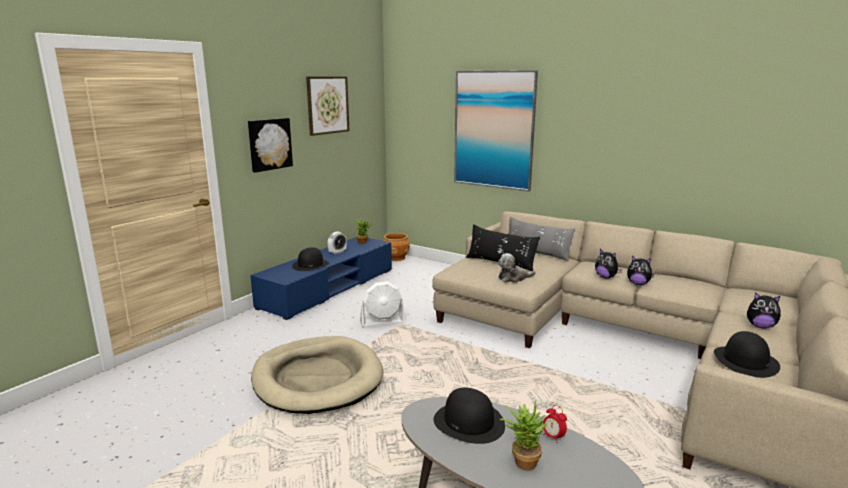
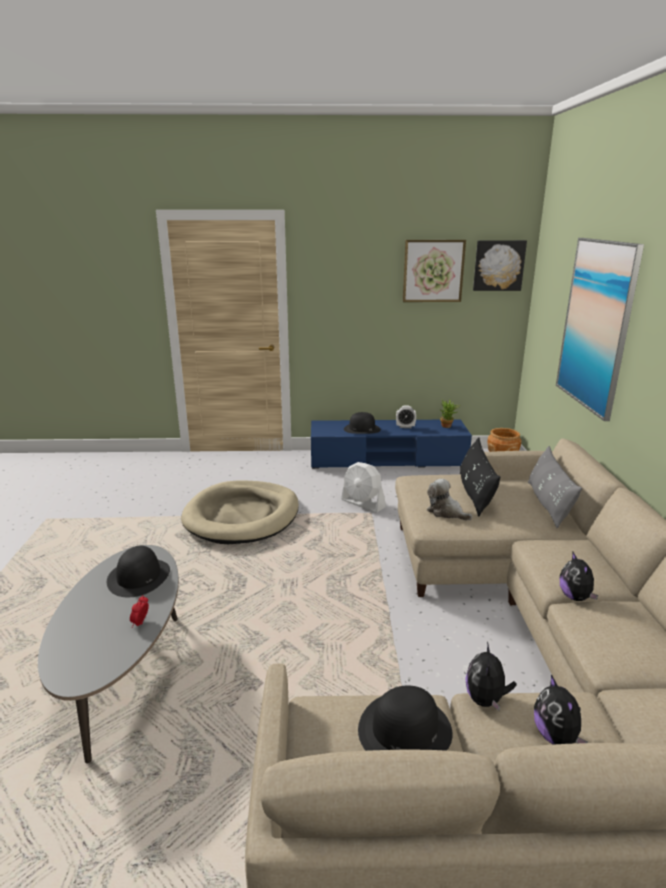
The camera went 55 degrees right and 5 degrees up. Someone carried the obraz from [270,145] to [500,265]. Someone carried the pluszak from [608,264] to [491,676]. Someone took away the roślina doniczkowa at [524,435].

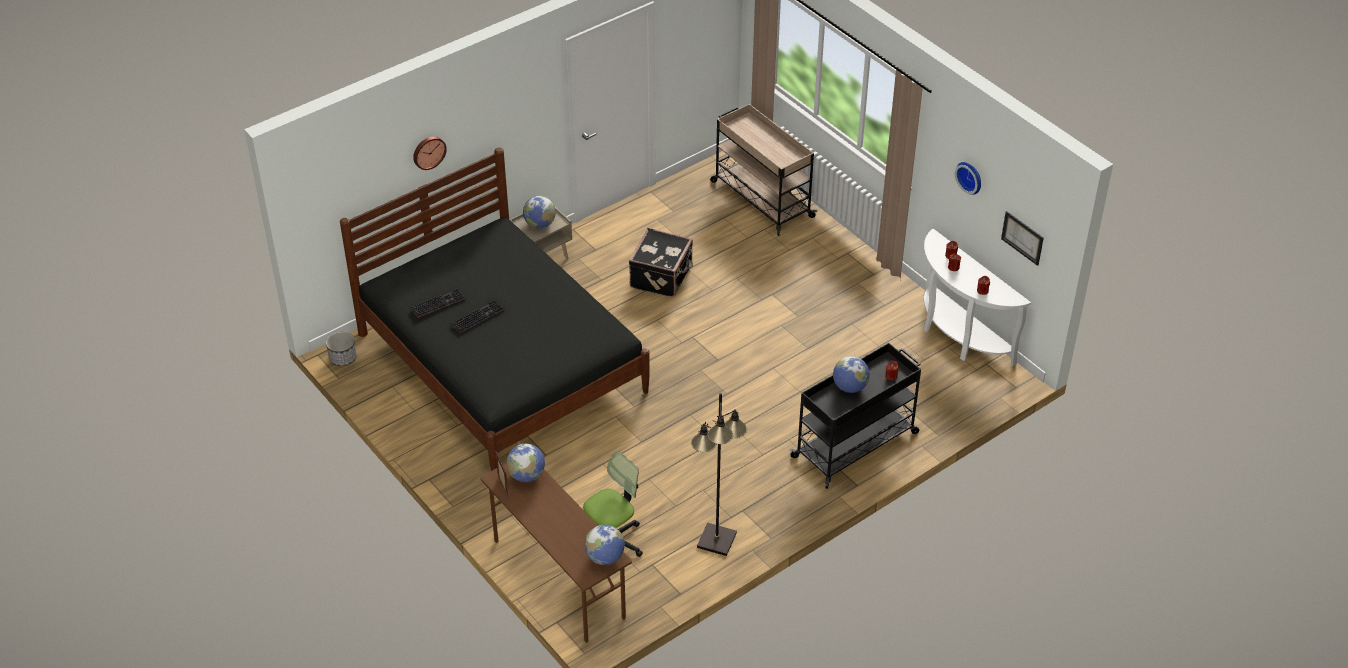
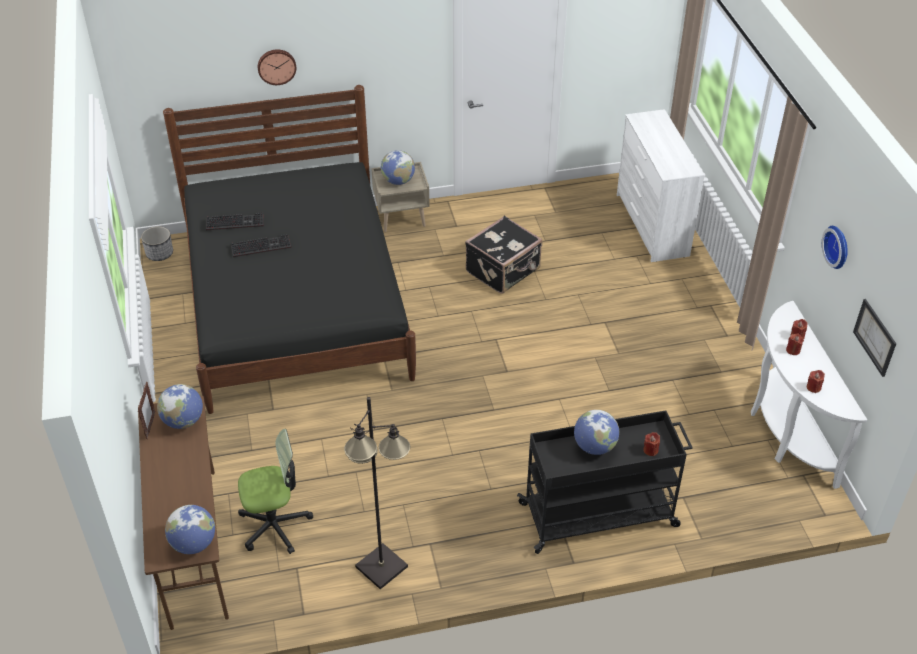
The camera went 25 degrees right and 0 degrees up. Someone swapped the wózek [beżowy] at [763,170] for the komoda [biały] at [661,185].

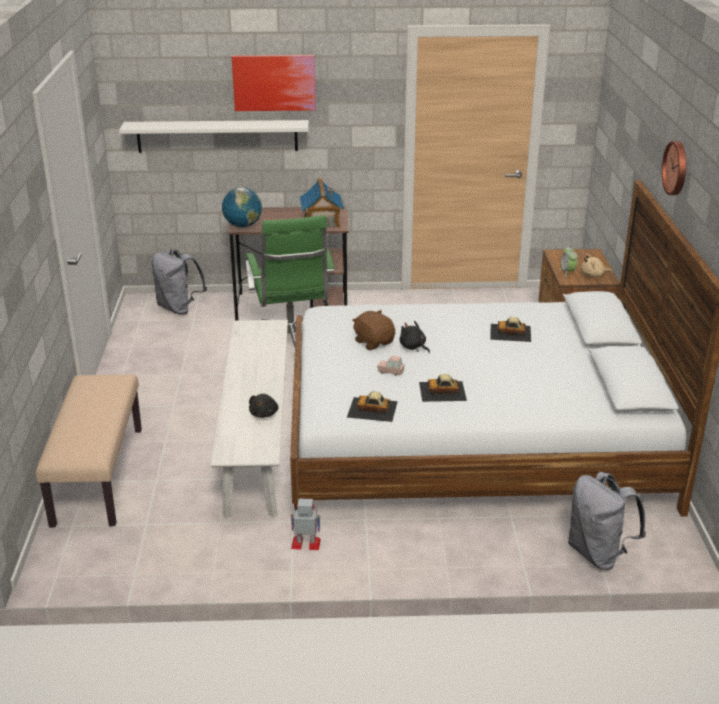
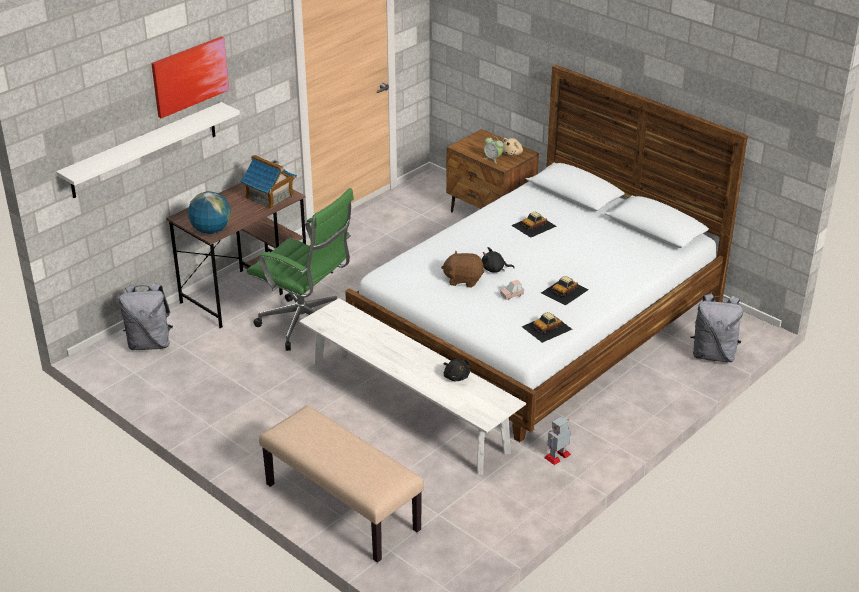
The camera went 45 degrees left and 5 degrees up. Someone took away the zegar ścienny at [674,168].

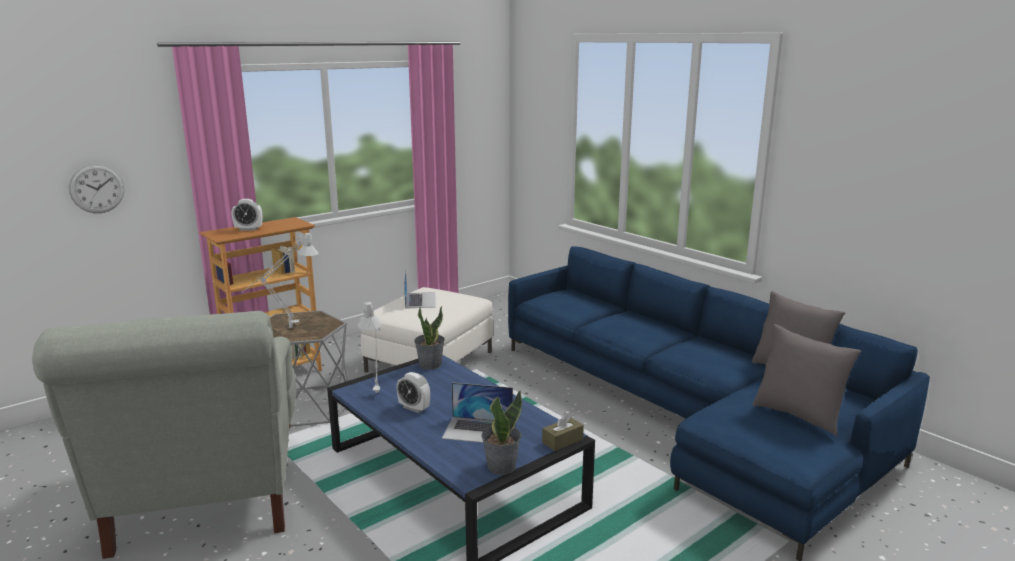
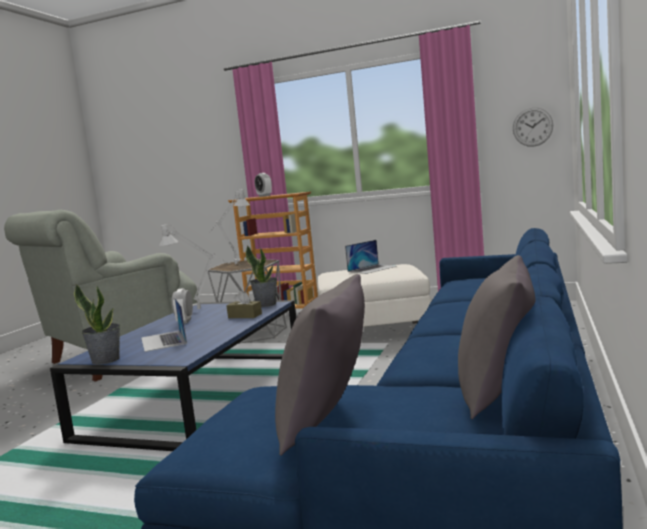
The camera went 60 degrees right and 10 degrees down. Someone carried the zegar ścienny from [96,188] to [533,127]. Someone carried the pudełko chusteczek [brązowy] from [563,432] to [244,304].

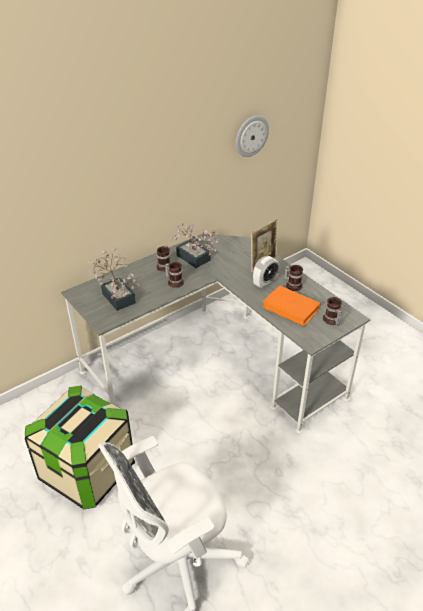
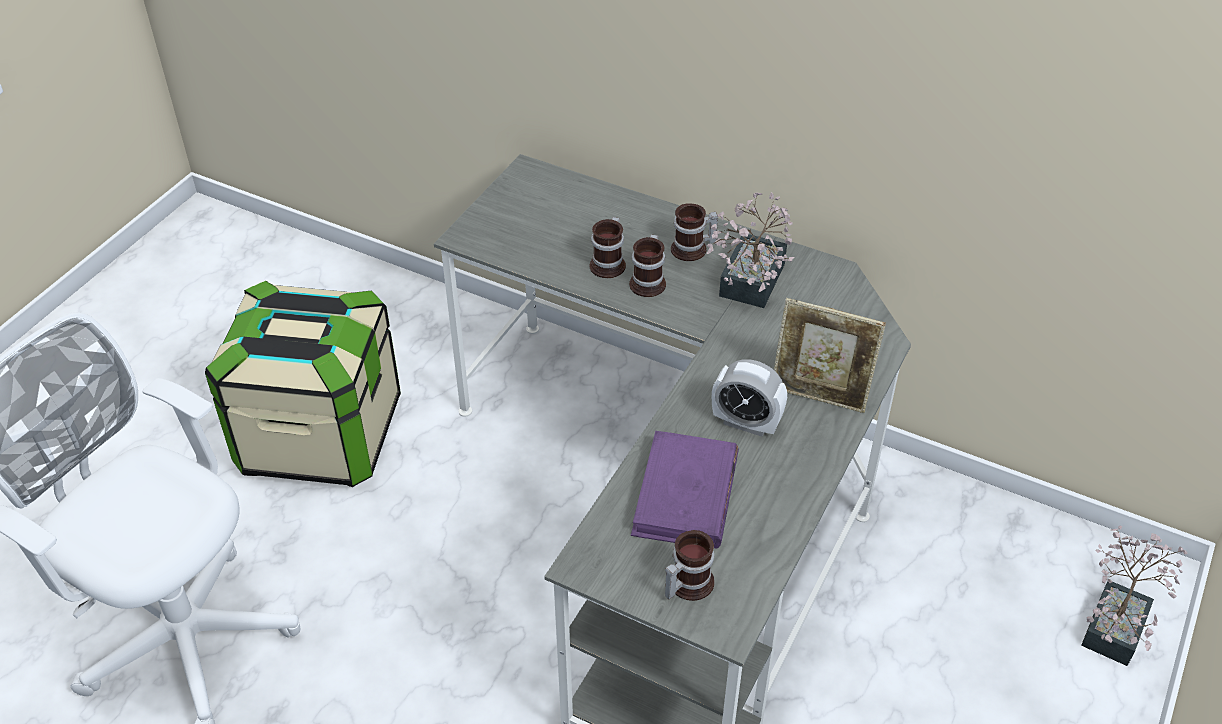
The camera went 65 degrees right and 5 degrees up. Someone took away the zegar ścienny at [252,136]. Someone carried the roślina doniczkowa from [114,279] to [1134,595]. Someone carried the kubek from [293,278] to [608,247]. Someone repainted the książka [pomarańczowy] at [291,306], which became the książka [fioletowy] at [685,489].

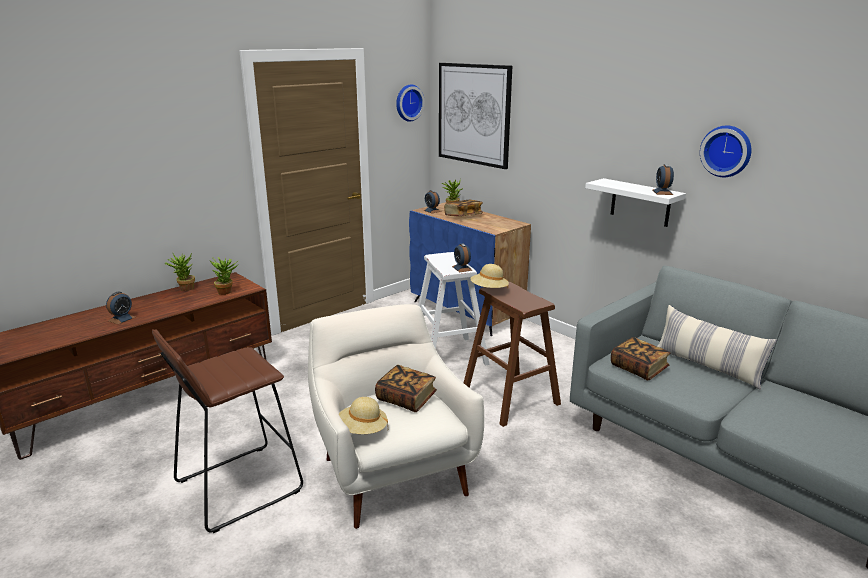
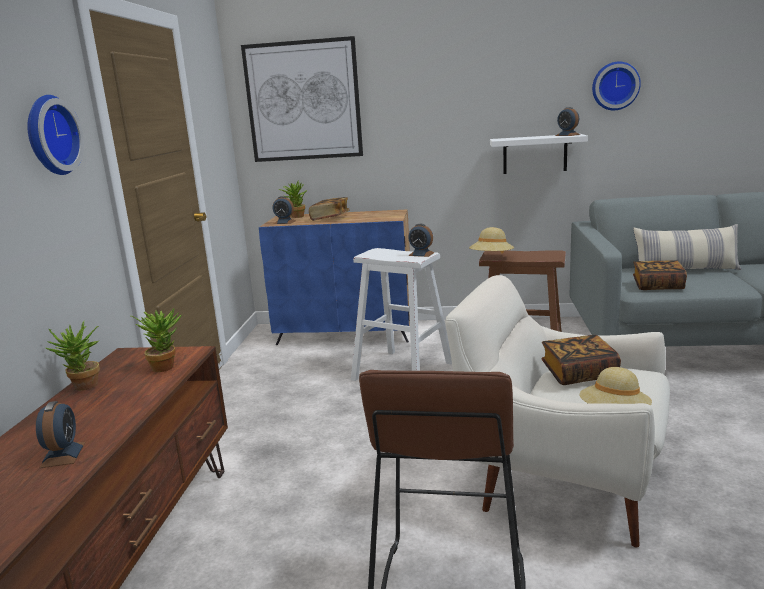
The camera went 40 degrees left and 5 degrees down. Someone carried the zegar ścienny from [410,103] to [55,135].

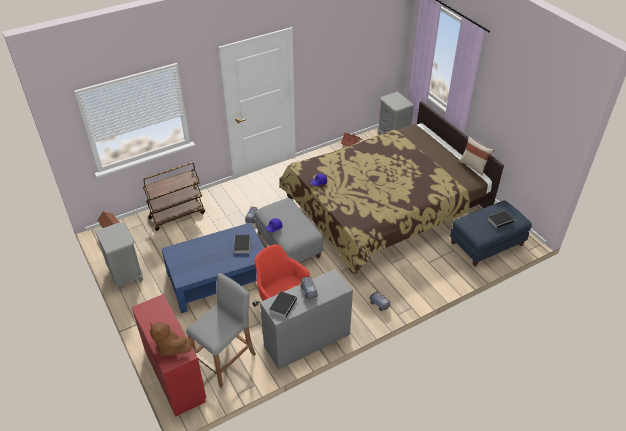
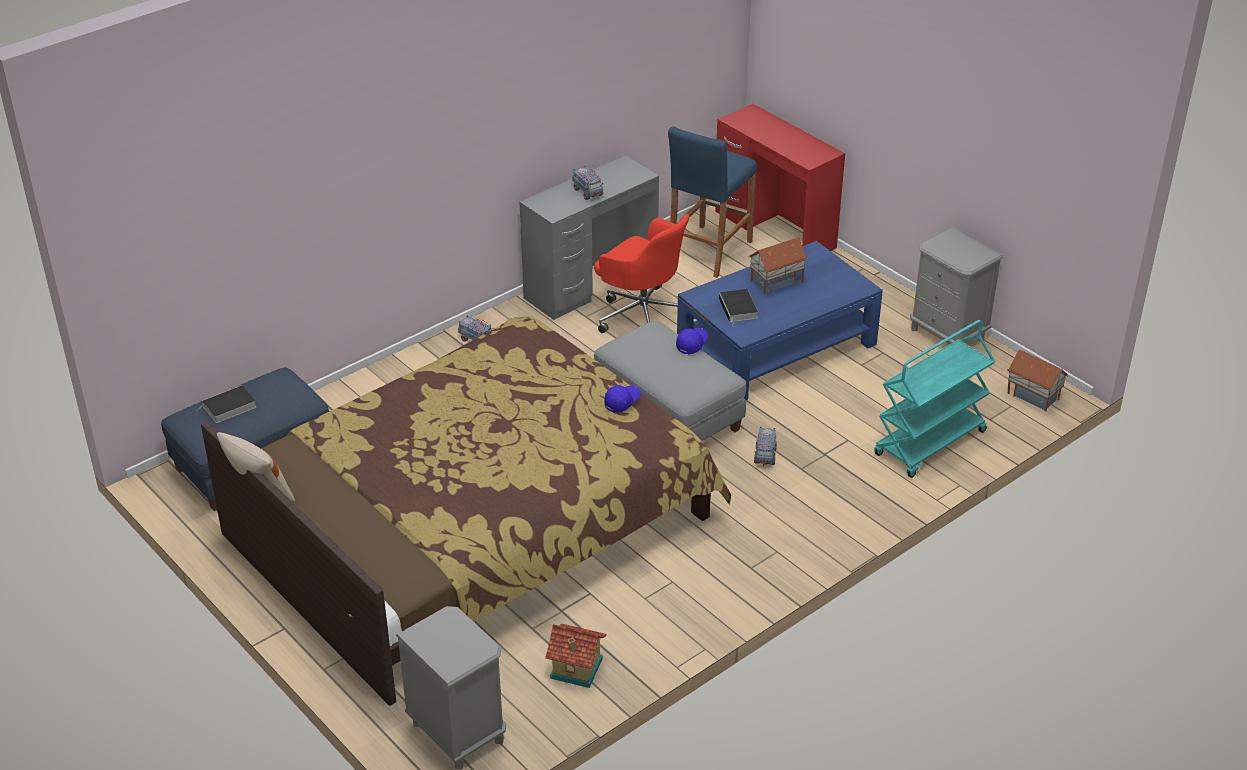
The camera went 170 degrees right and 5 degrees down. Someone repainted the wózek [brązowy] at [174,196], which became the wózek [turkusowy] at [934,399]. Someone repainted the stołek [szary] at [221,330], which became the stołek [niebieski] at [712,202]. Someone took away the książka at [283,304]. Someone took away the pluszak [brązowy] at [171,339]. Someone put down the domek at [778,265].

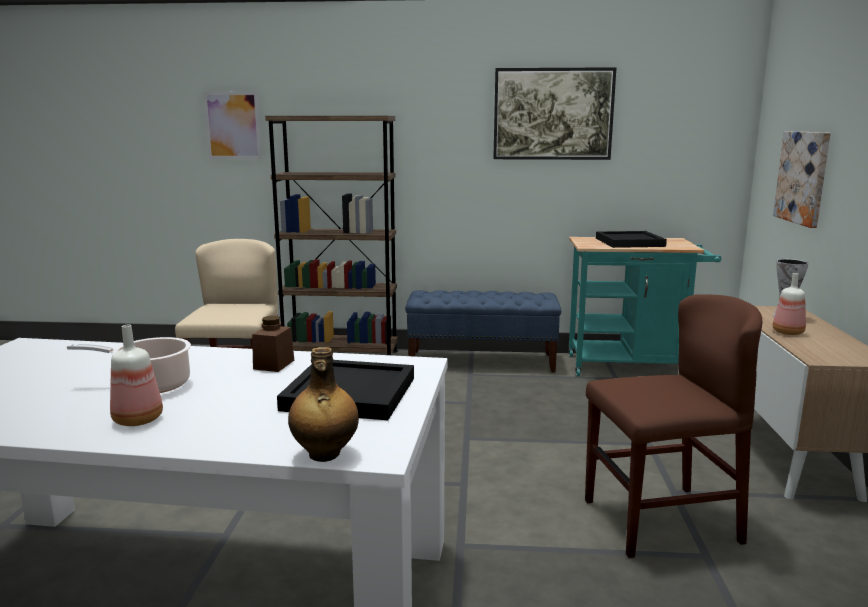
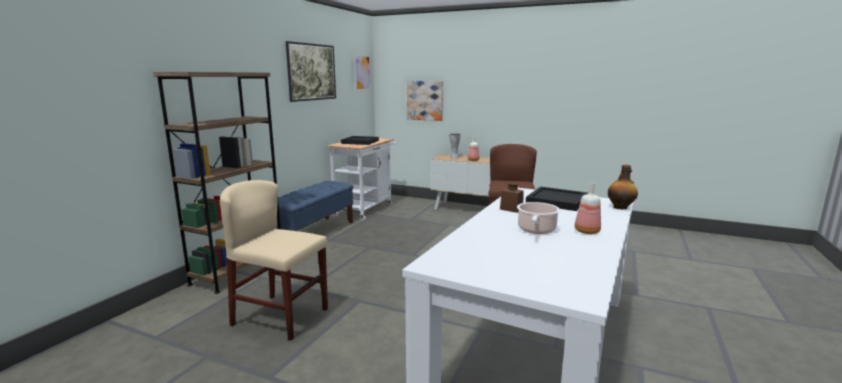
The camera went 70 degrees left and 0 degrees up. Someone carried the obraz from [232,125] to [362,72]. Someone repainted the wózek [turkusowy] at [645,306], which became the wózek [biały] at [361,179].

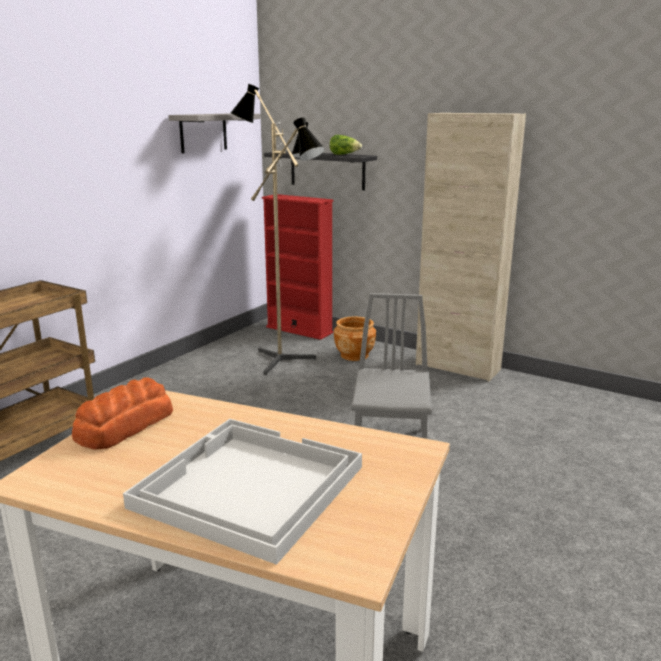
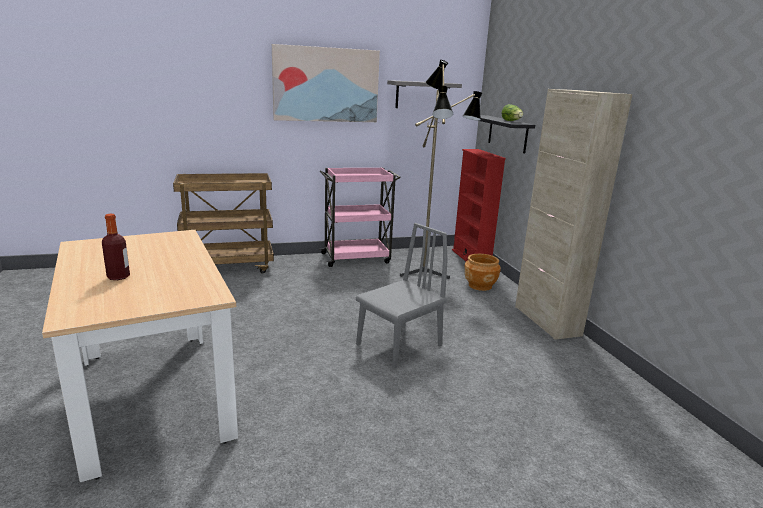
The camera went 40 degrees right and 0 degrees up. Someone took away the chleb at [122,413]. Someone swapped the taca [biały] at [242,492] for the butelka at [116,247]. Someone put up the obraz at [326,83]. Someone put down the wózek [różowy] at [360,217].

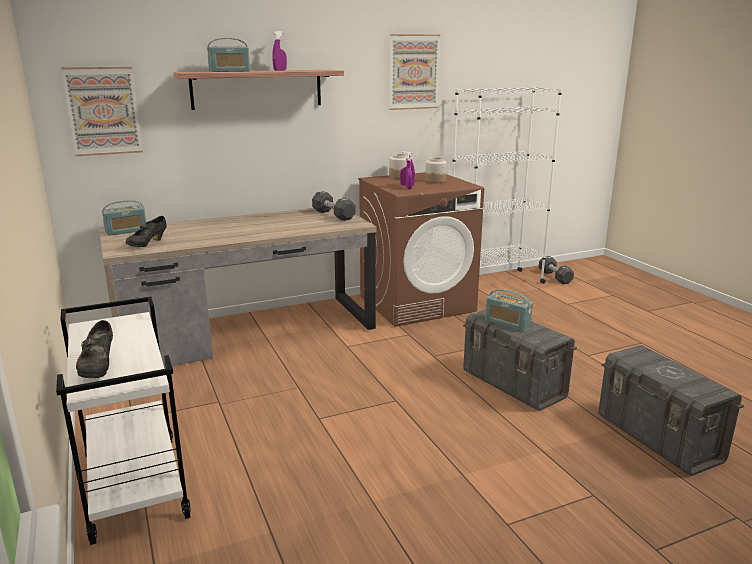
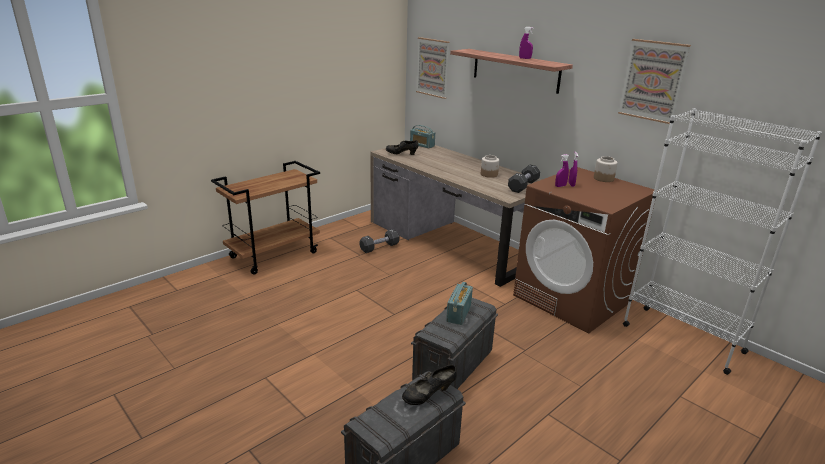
The camera went 70 degrees right and 5 degrees up. Someone took away the radio at [228,55]. Someone carried the słoik from [436,170] to [490,166]. Someone carried the hantel [czarny] from [556,270] to [379,241]. Someone repainted the wózek [biały] at [123,420], which became the wózek [brązowy] at [265,218]. Someone carried the but [czarny] from [94,349] to [429,385].

